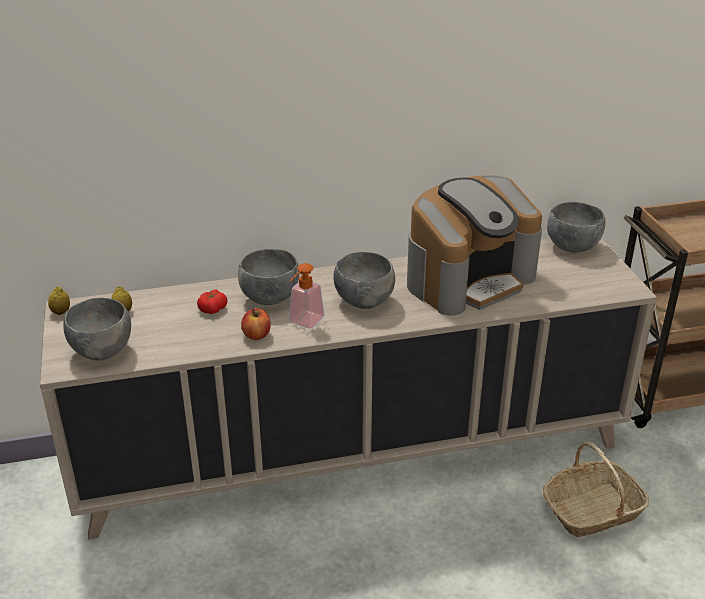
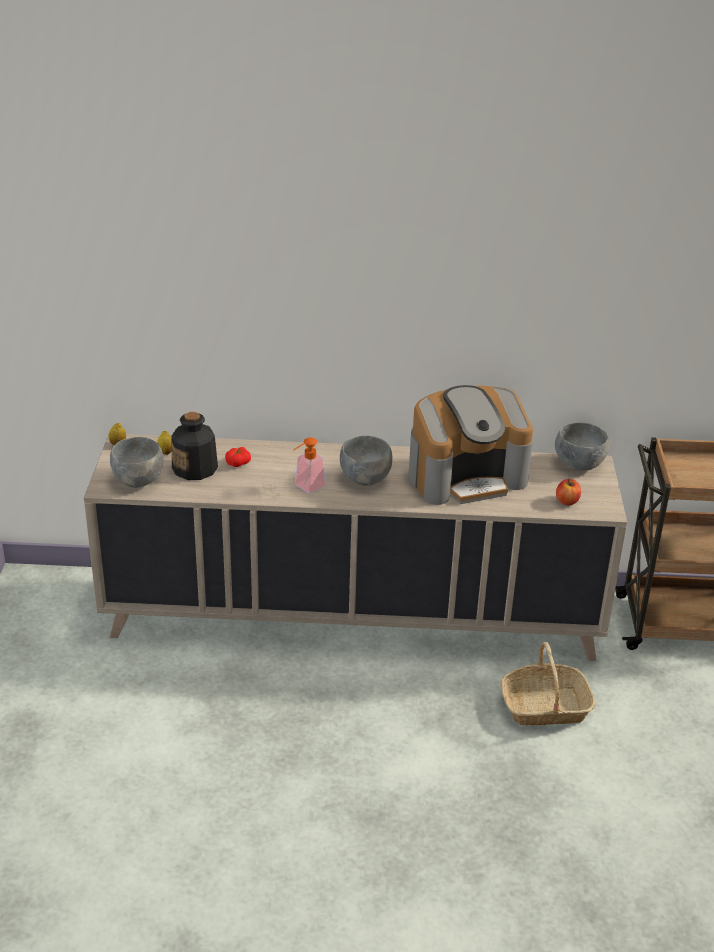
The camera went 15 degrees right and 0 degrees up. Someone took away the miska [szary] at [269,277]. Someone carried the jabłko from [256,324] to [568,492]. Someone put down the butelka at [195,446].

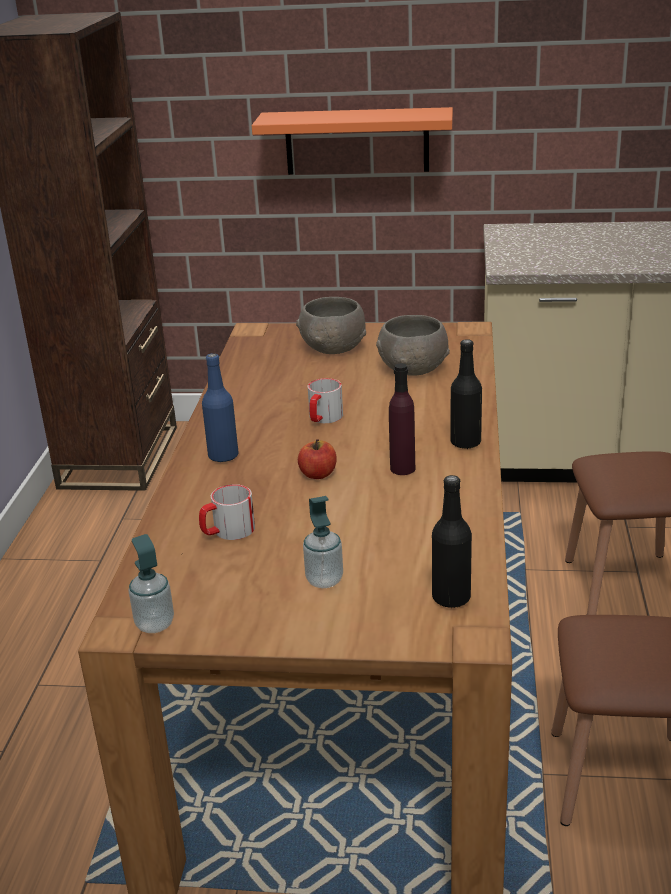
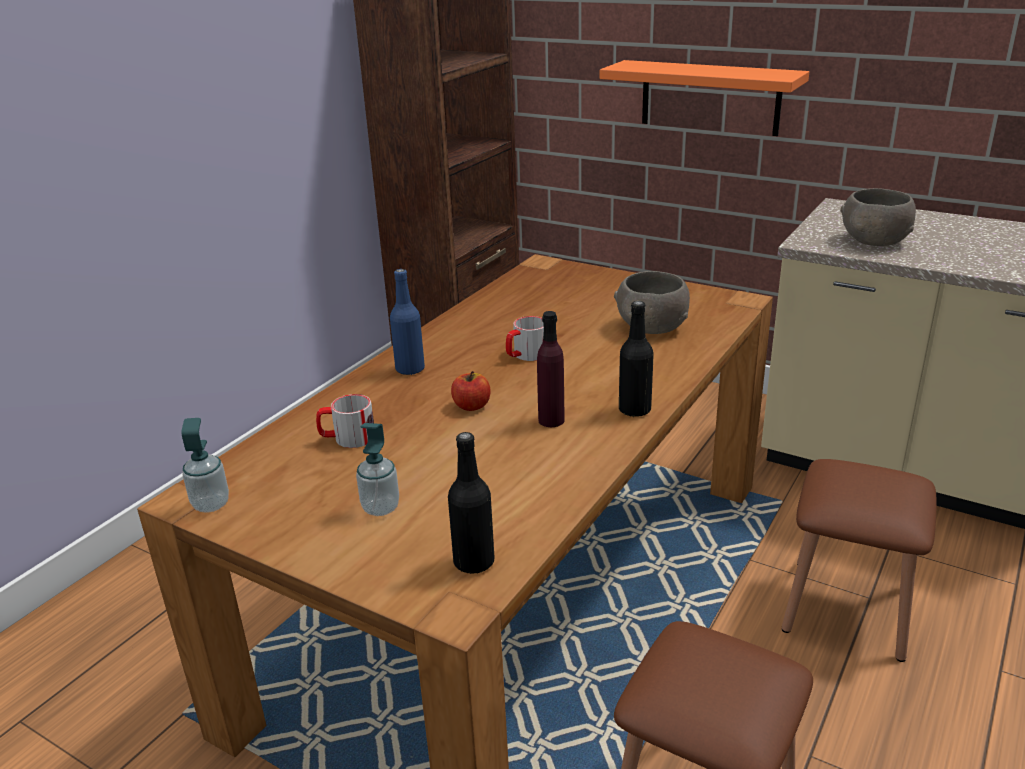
The camera went 25 degrees right and 0 degrees up. Someone carried the miska [szary] from [331,325] to [878,217].

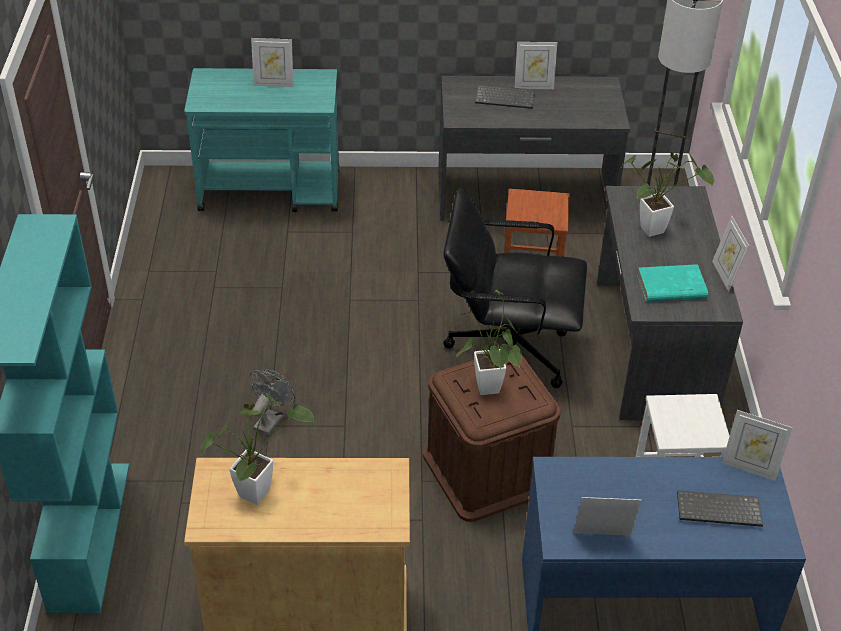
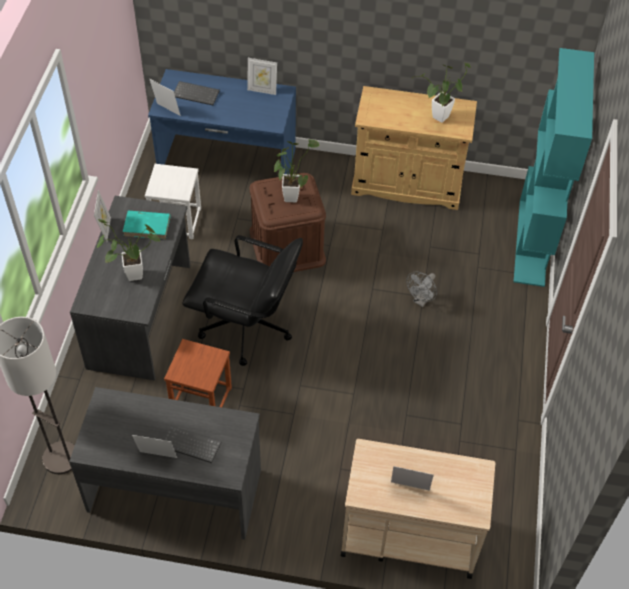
The camera went 170 degrees left and 10 degrees up. Someone repainted the wózek [turkusowy] at [261,140], which became the wózek [beżowy] at [418,509].

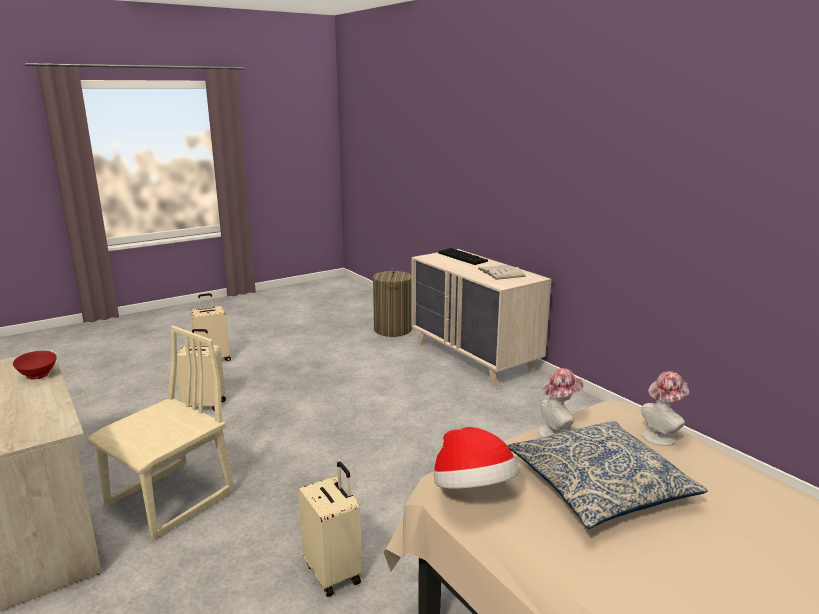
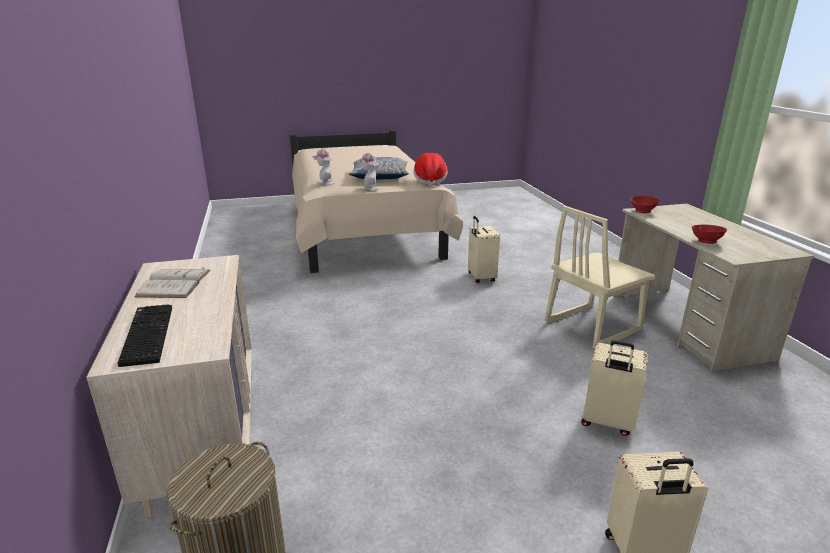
The camera went 160 degrees left and 5 degrees up. Someone put down the miska [czerwony] at [644,204].

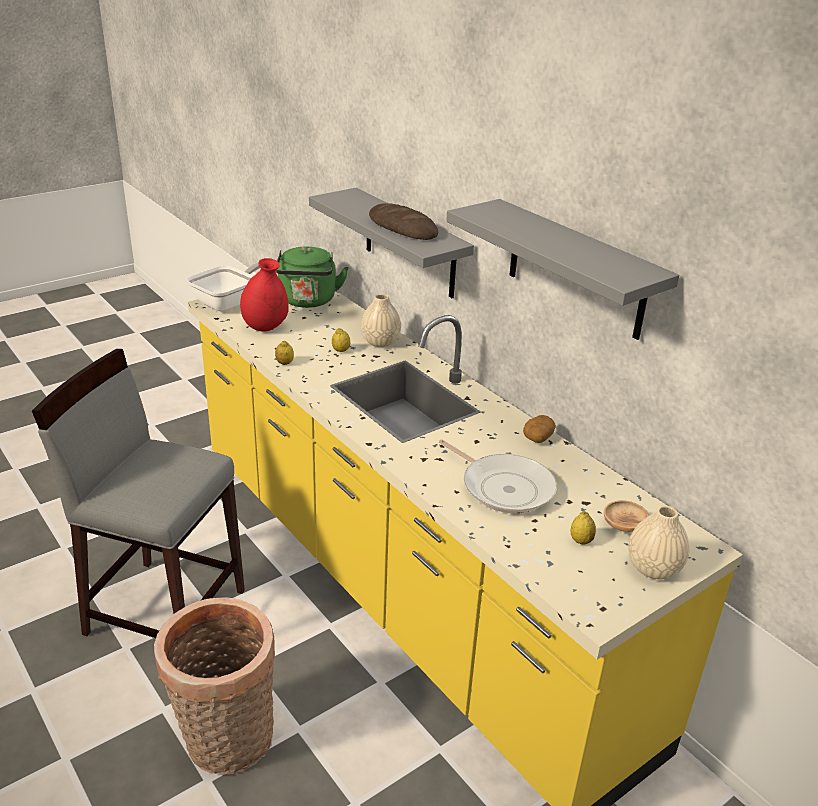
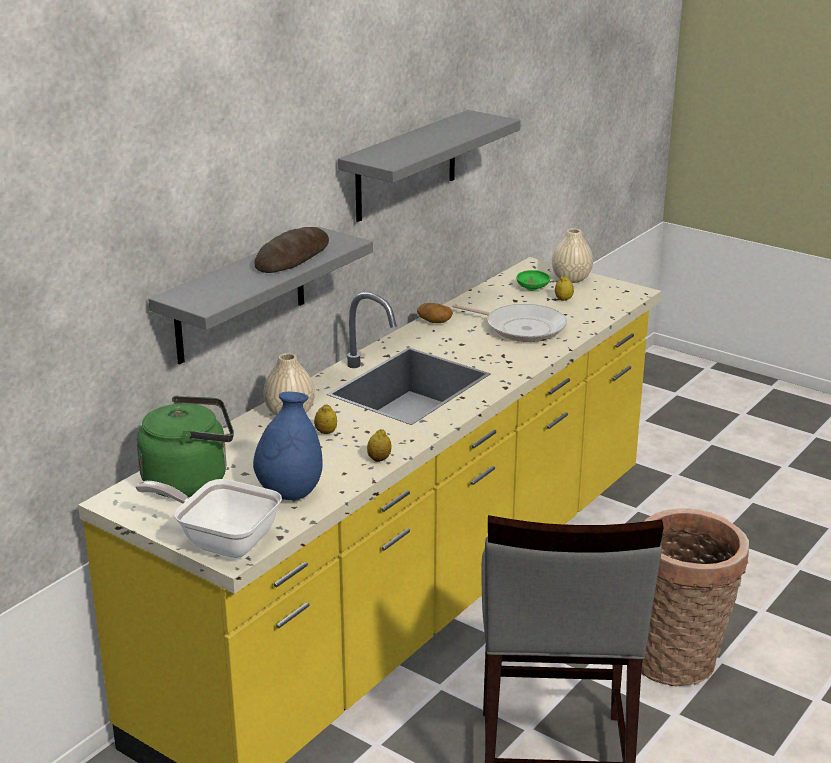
The camera went 105 degrees left and 5 degrees down. Someone repainted the wazon [czerwony] at [264,295], which became the wazon [niebieski] at [288,446]. Someone rotated the patelnia at [498,476] by 90 degrees clockwise. Someone repainted the miska [brązowy] at [626,516], which became the miska [zielony] at [533,280].

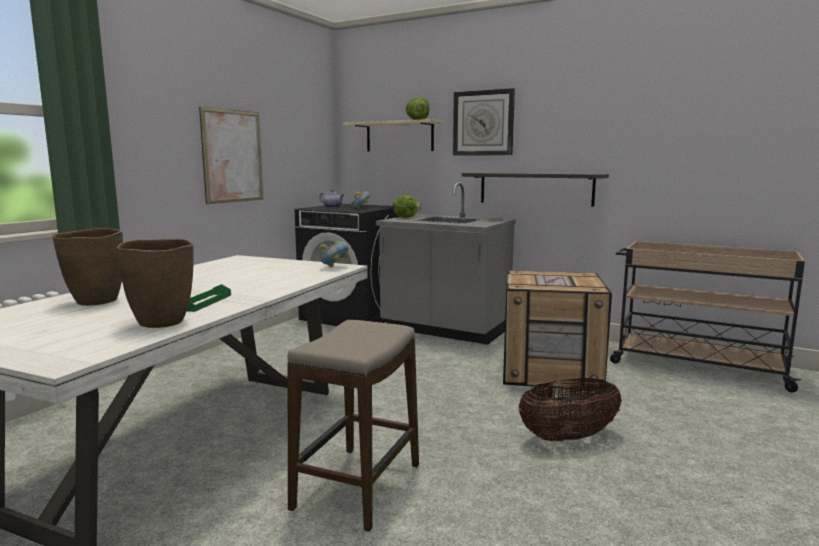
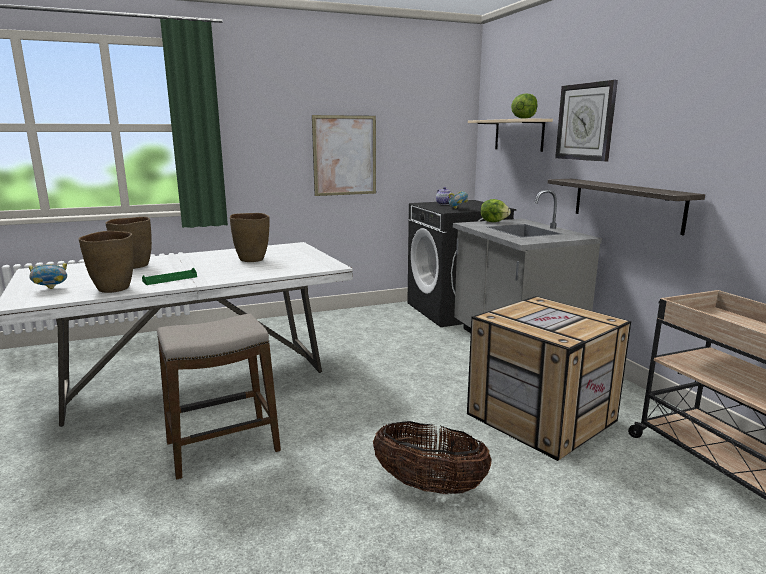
The camera went 40 degrees right and 5 degrees up. Someone carried the miska from [334,254] to [48,276]. Someone put down the wazon [brązowy] at [250,237].

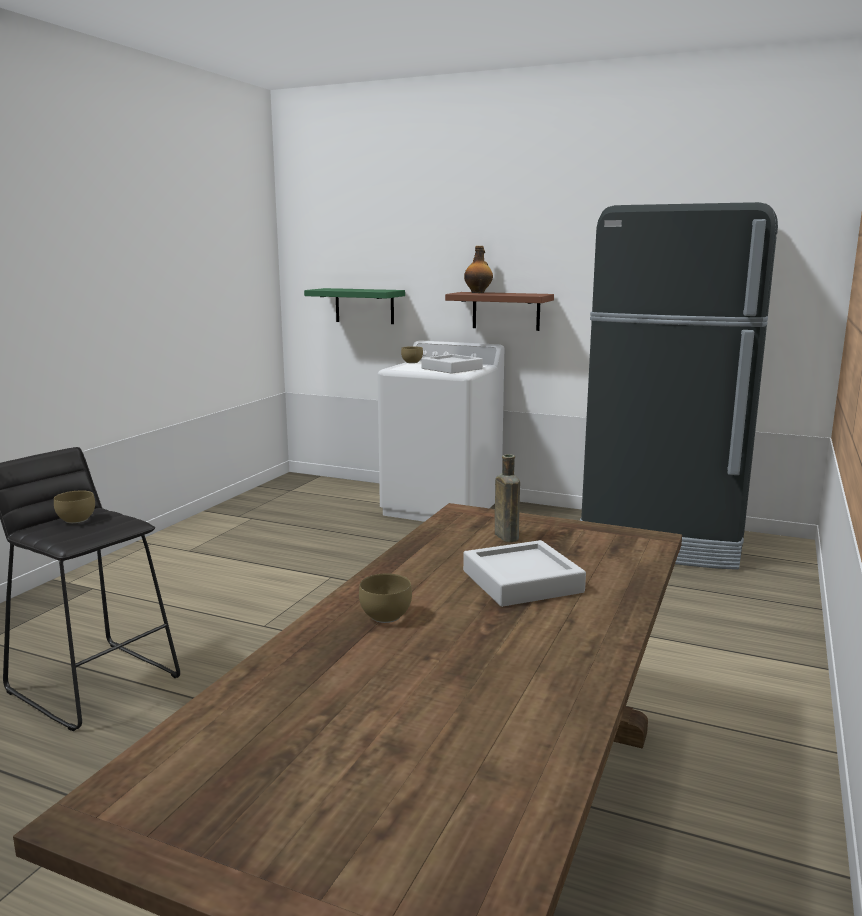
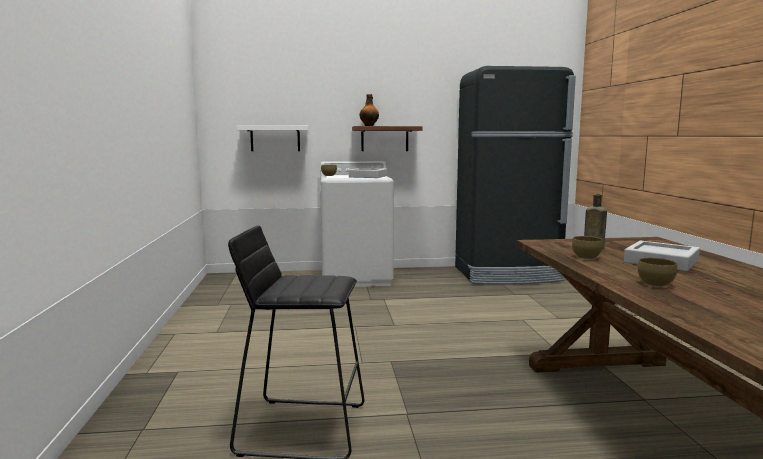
The camera went 30 degrees left and 5 degrees down. Someone repainted the półka [zielony] at [354,306], which became the półka [biały] at [272,138]. Someone carried the miska [brązowy] from [74,506] to [587,247].

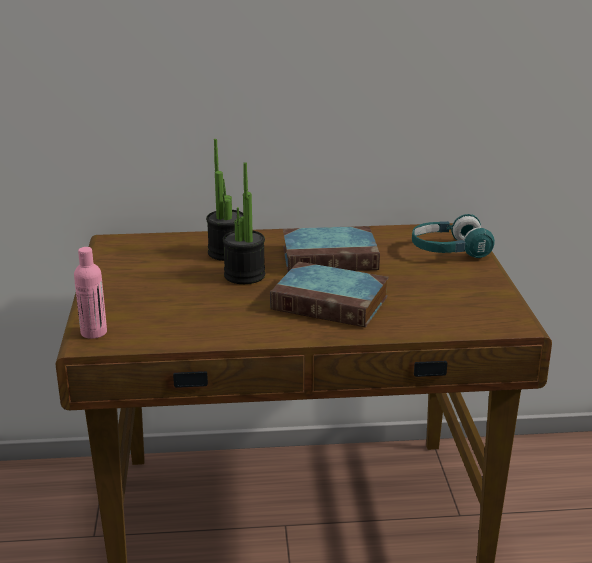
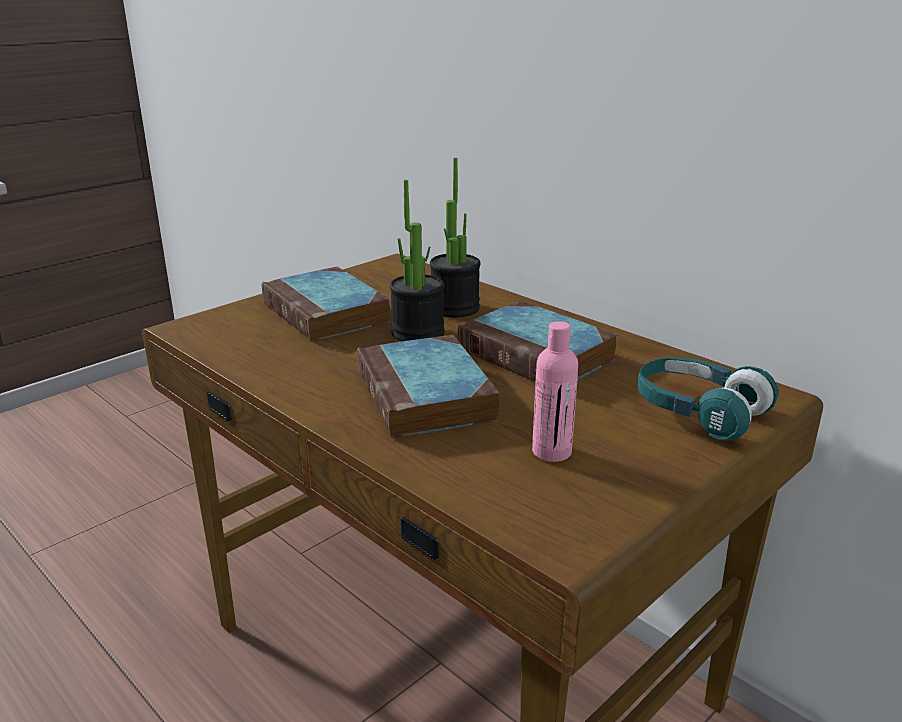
The camera went 50 degrees right and 0 degrees up. Someone carried the butelka [różowy] from [90,293] to [555,391]. Someone put down the książka at [326,304].

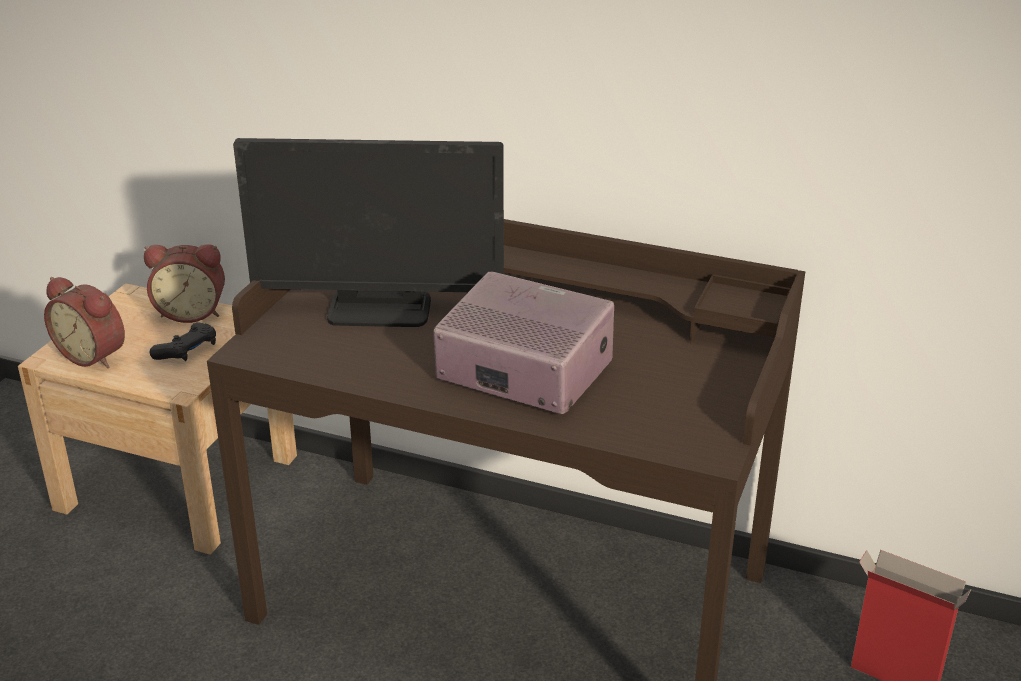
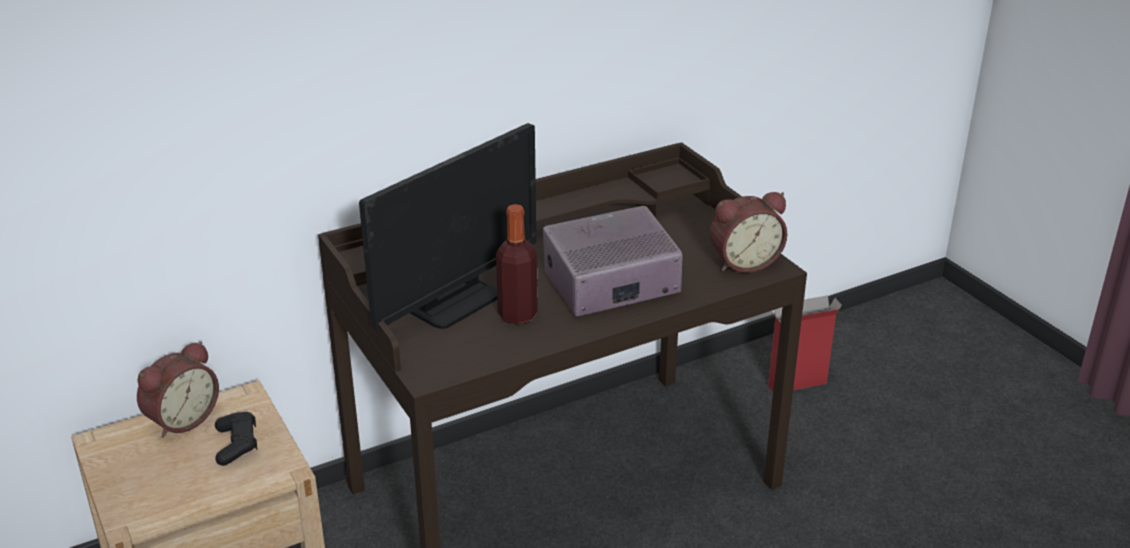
The camera went 50 degrees left and 0 degrees up. Someone carried the budzik from [84,322] to [748,232]. Someone put down the butelka at [517,264].

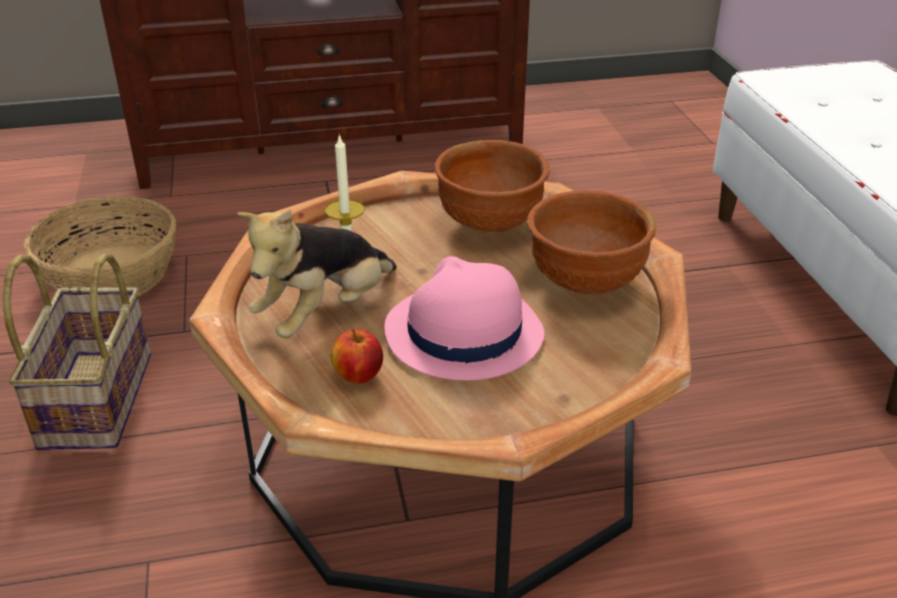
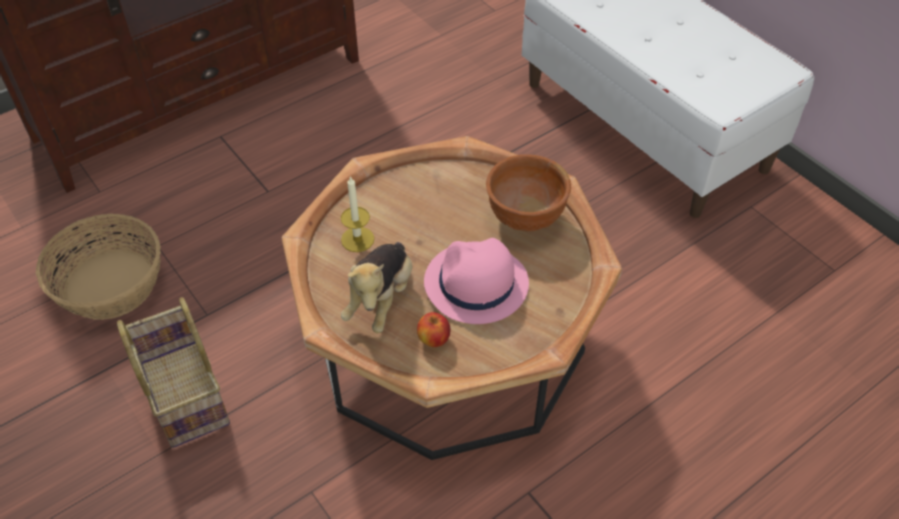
The camera went 25 degrees left and 15 degrees up. Someone took away the miska [brązowy] at [492,186].

